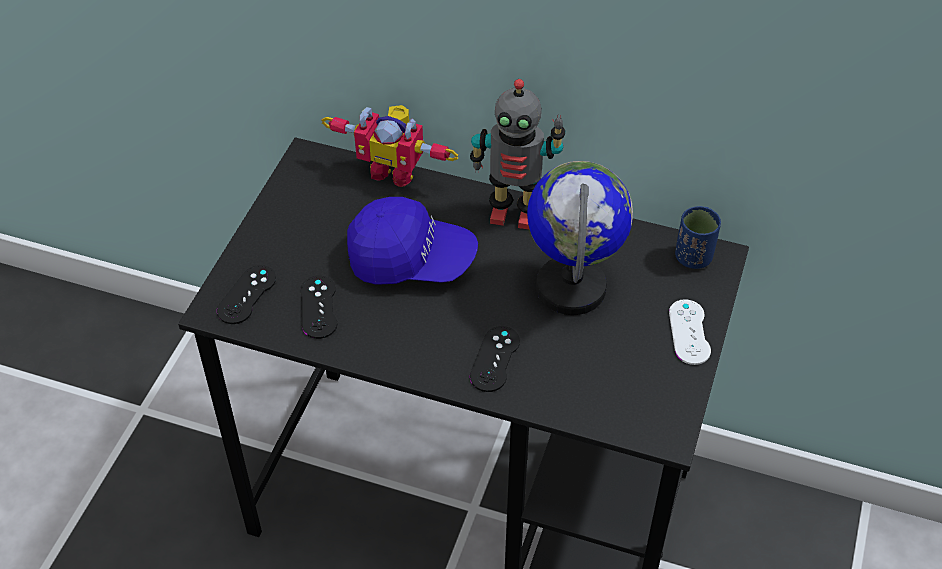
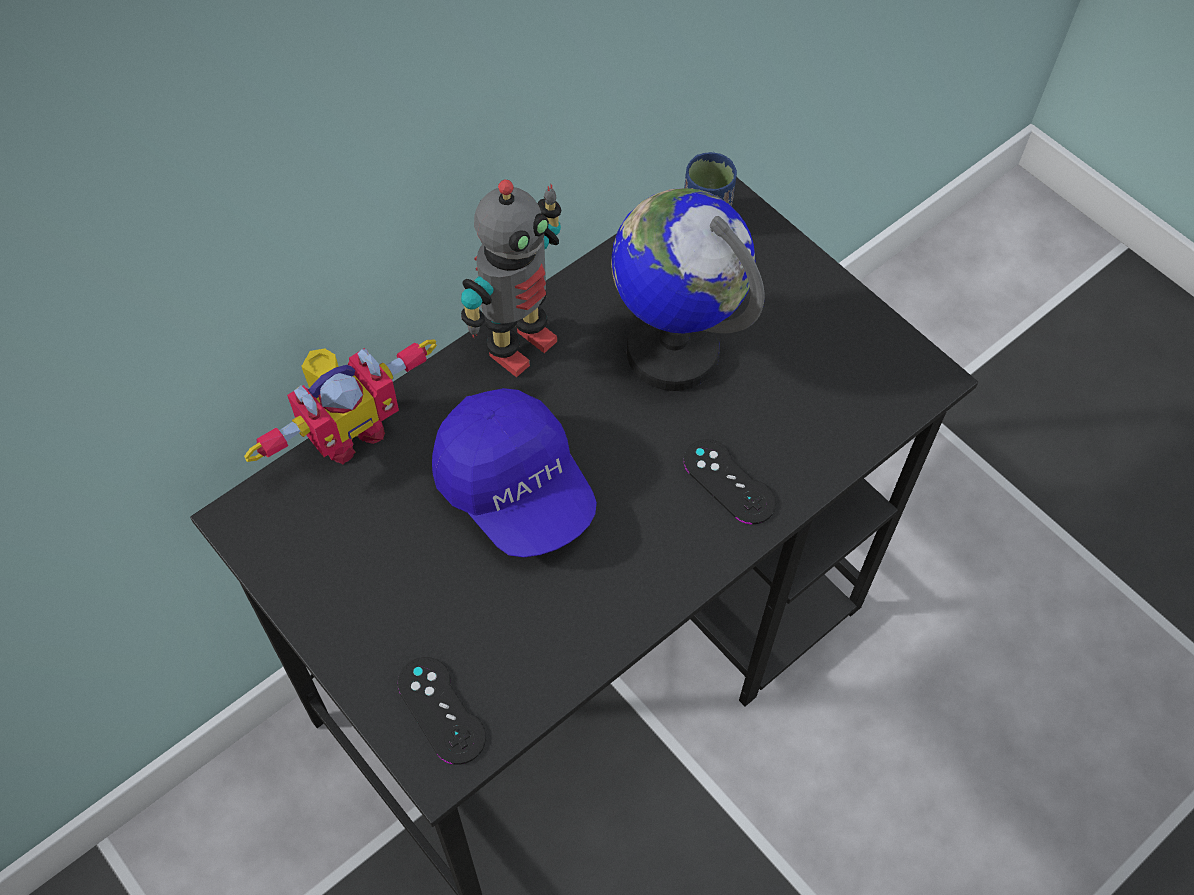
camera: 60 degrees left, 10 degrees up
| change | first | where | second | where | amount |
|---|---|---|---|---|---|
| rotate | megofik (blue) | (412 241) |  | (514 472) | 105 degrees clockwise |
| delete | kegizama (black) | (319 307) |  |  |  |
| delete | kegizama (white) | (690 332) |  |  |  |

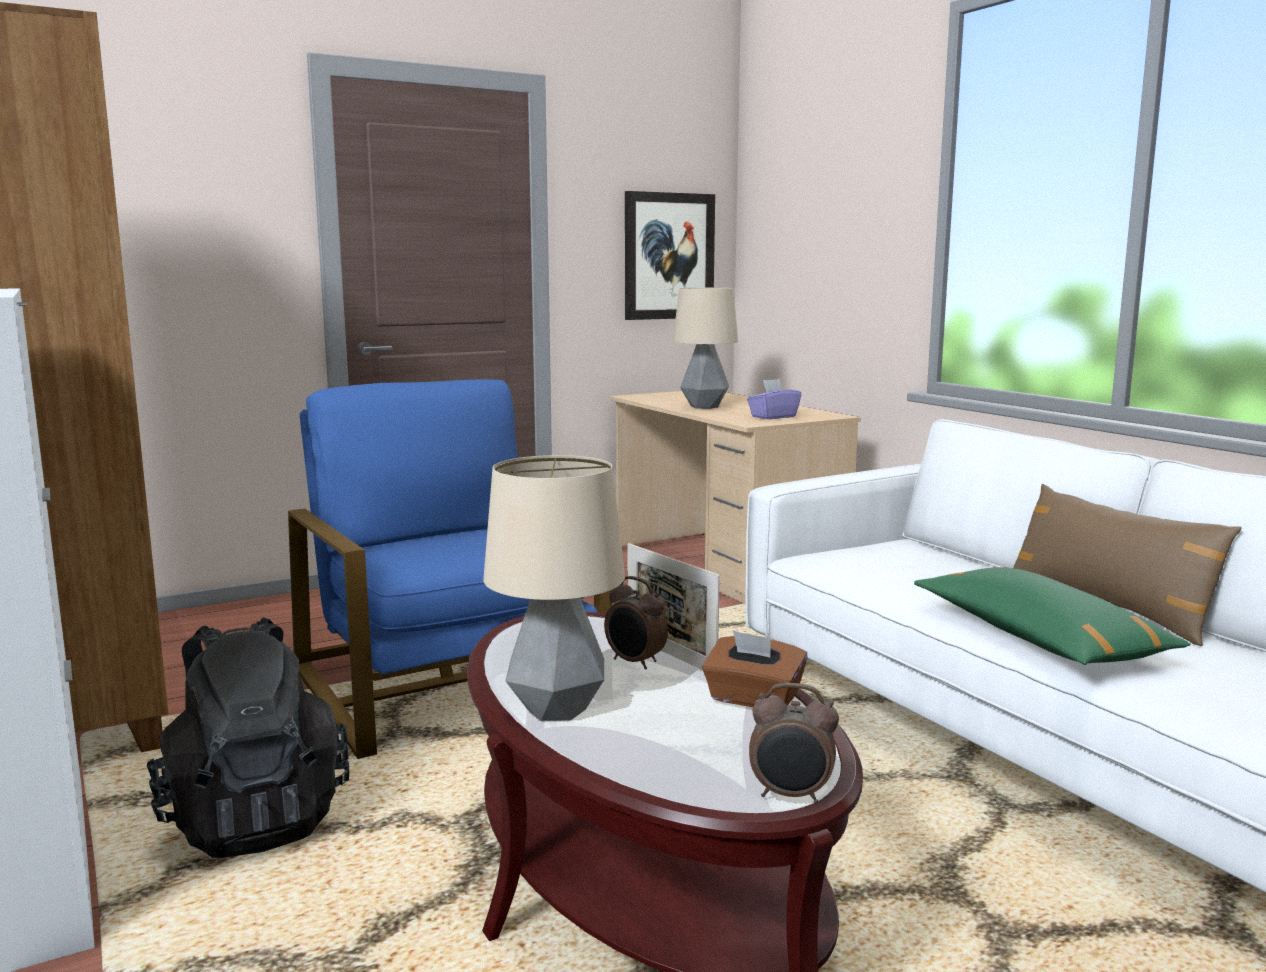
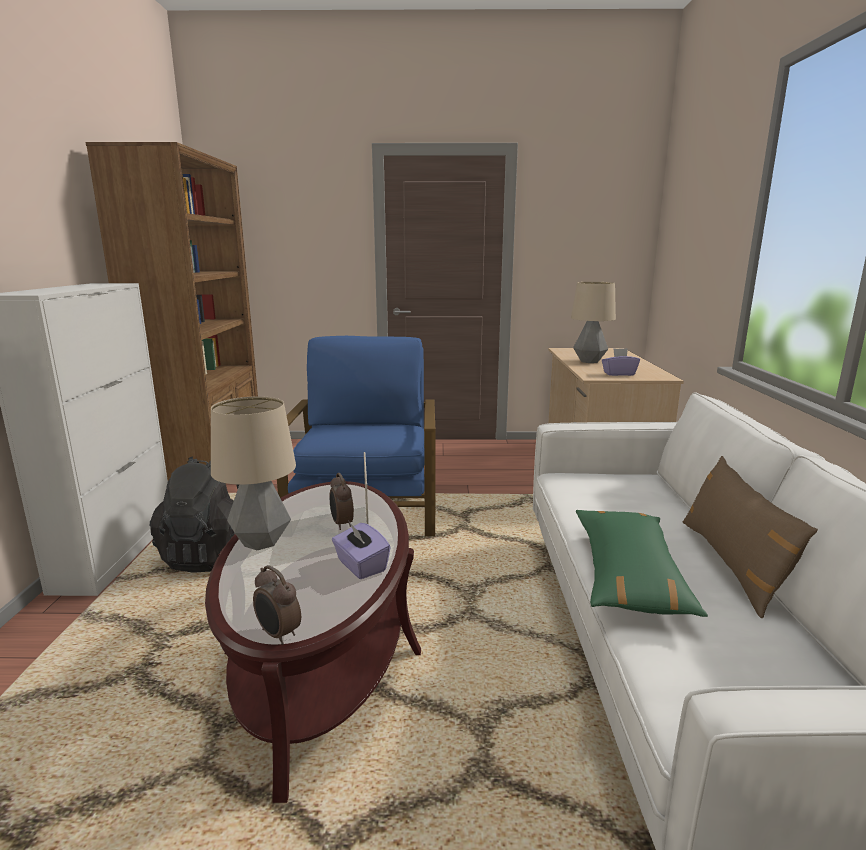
camera: 30 degrees right, 5 degrees up
| change | first | where | second | where | amount |
|---|---|---|---|---|---|
| delete | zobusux | (670 255) |  |  |  |
| recolor | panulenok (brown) | (755 668) | panulenok (purple) | (361 550) |  |

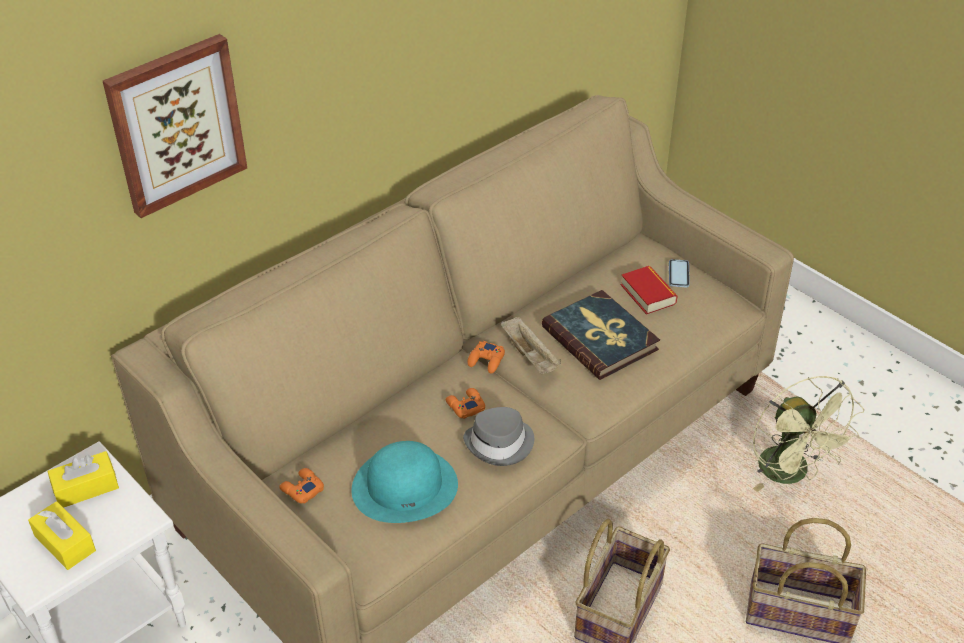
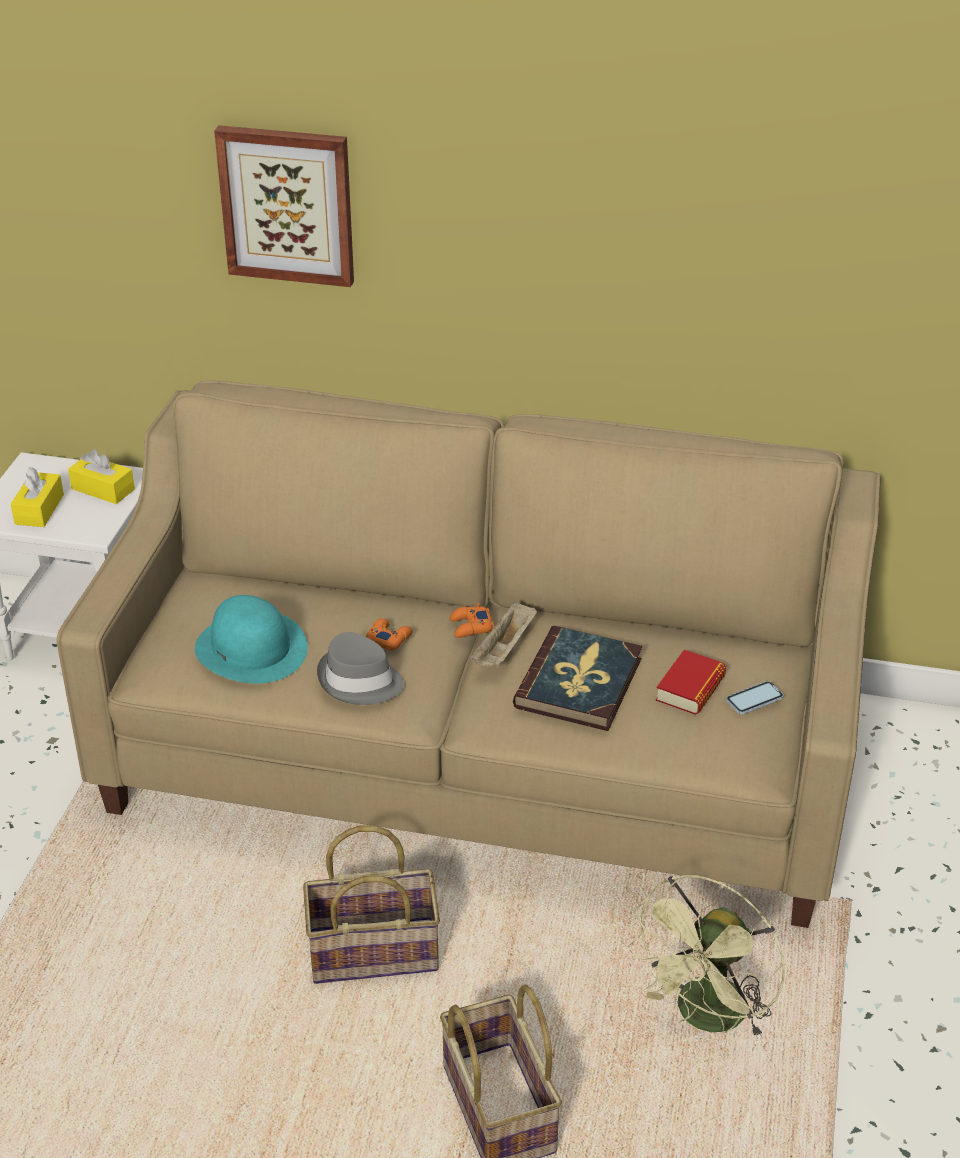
camera: 55 degrees right, 5 degrees down
| change | first | where | second | where | amount |
|---|---|---|---|---|---|
| delete | kegizama (orange) | (301 485) |  |  |  |

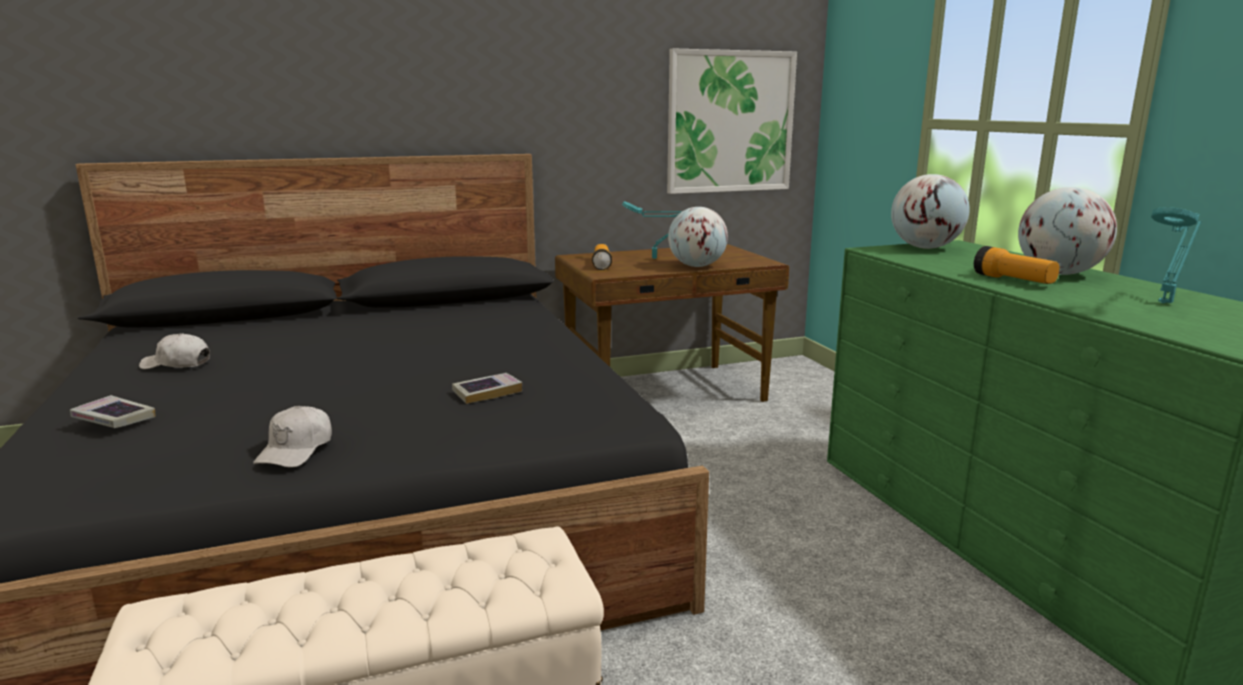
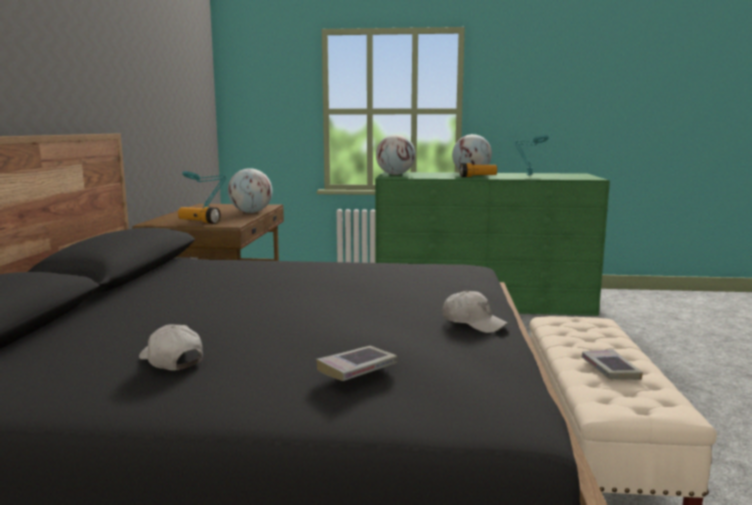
camera: 65 degrees left, 5 degrees down
| change | first | where | second | where | amount |
|---|---|---|---|---|---|
| delete | zobusux | (732 121) |  |  |  |
| rotate | megofik (white) | (174 351) |  | (171 347) | 105 degrees clockwise |
| move | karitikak | (487 388) |  | (612 364) |  |

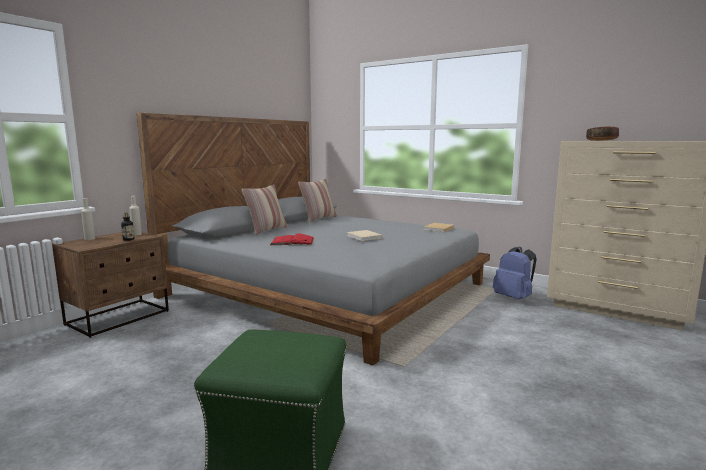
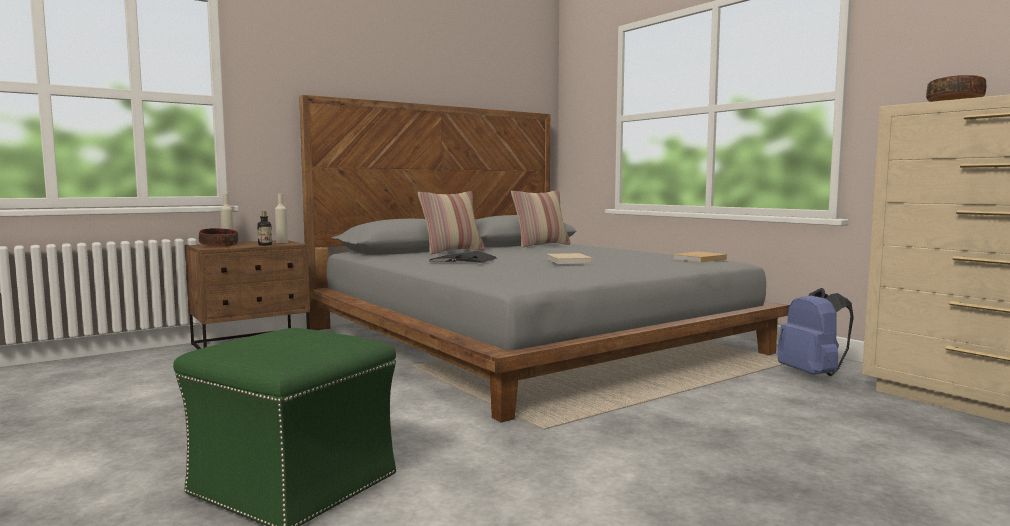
camera: 20 degrees right, 5 degrees down
| change | first | where | second | where | amount |
|---|---|---|---|---|---|
| recolor | karitikak (red) | (292 239) | karitikak (black) | (463 257) |  |
| insert |  |  | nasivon | (218 237) |  |

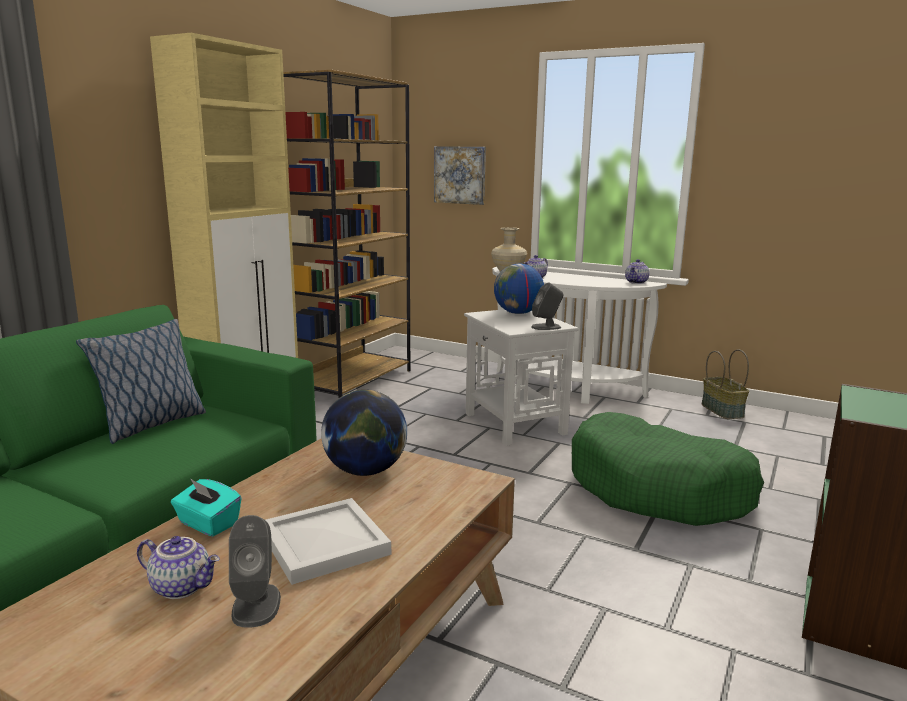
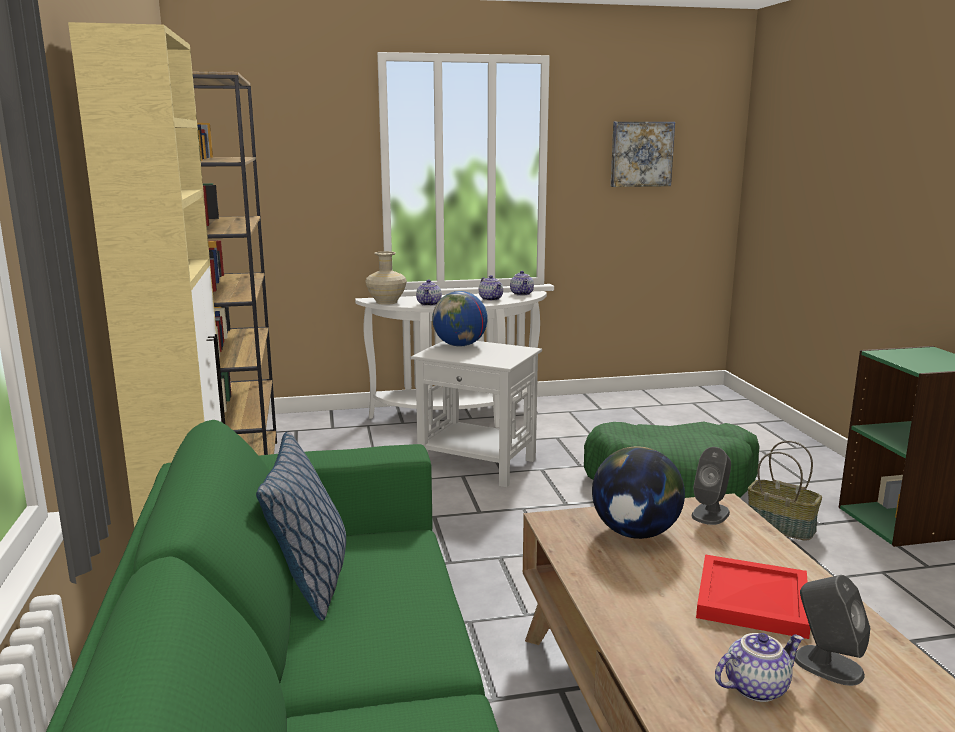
camera: 40 degrees left, 0 degrees up
| change | first | where | second | where | amount |
|---|---|---|---|---|---|
| move | zobusux | (460 175) |  | (643 154) |  |
| move | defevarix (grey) | (548 306) |  | (711 486) |  |
| move | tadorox | (725 384) |  | (785 491) |  |
| delete | panulenok (turquoise) | (206 507) |  |  |  |
| recolor | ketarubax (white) | (328 541) | ketarubax (red) | (753 596) |  |
| insert |  |  | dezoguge | (491 288) |  |

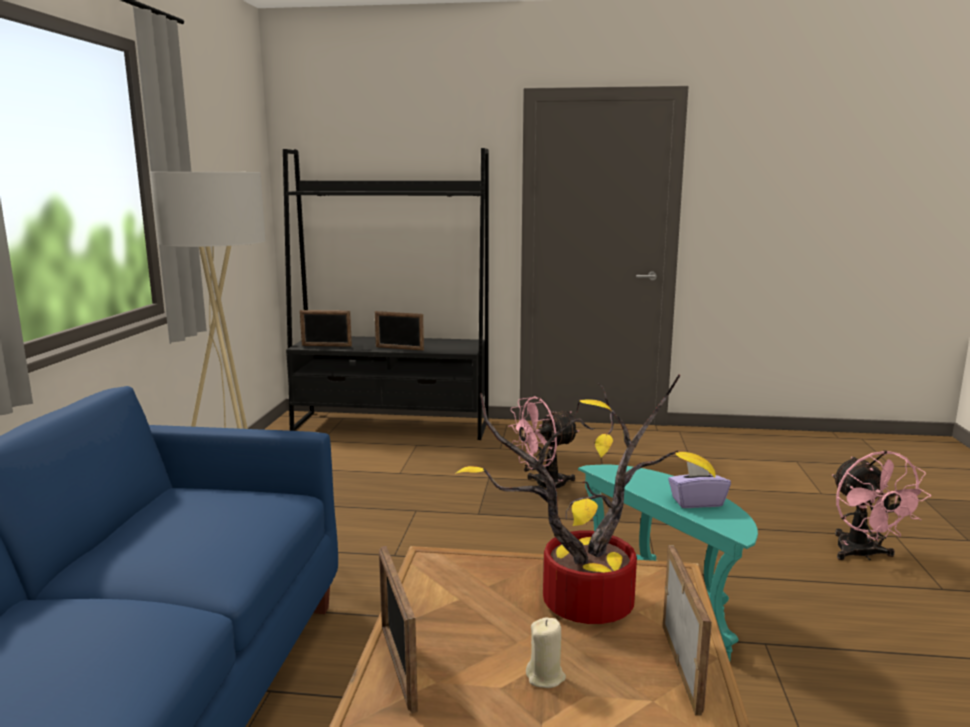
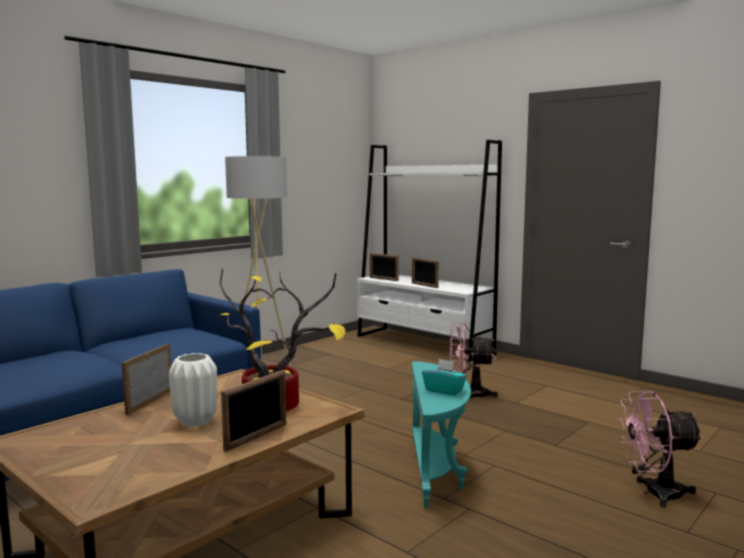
camera: 35 degrees right, 5 degrees down
| change | first | where | second | where | amount |
|---|---|---|---|---|---|
| recolor | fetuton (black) | (386 294) | fetuton (white) | (429 251) |  |
| rotate | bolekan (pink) | (881 505) |  | (660 449) | 60 degrees clockwise |
| recolor | panulenok (purple) | (699 484) | panulenok (turquoise) | (444 377) |  |
| replace | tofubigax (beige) | (546 652) | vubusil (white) | (193 390) |  |

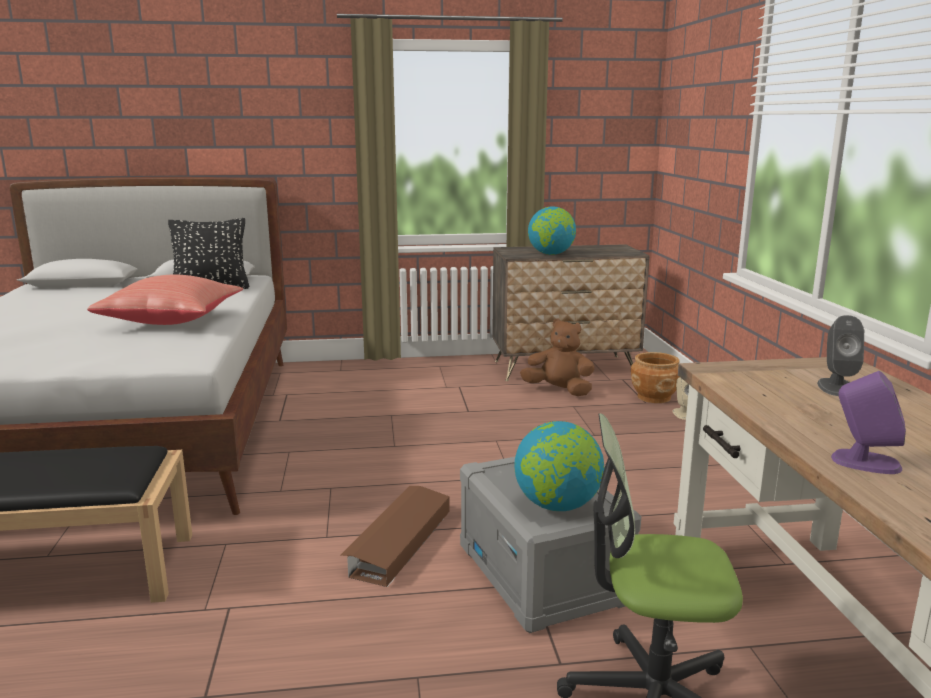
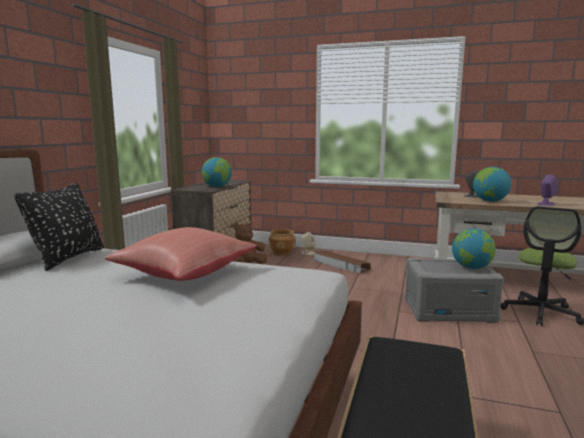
camera: 65 degrees left, 5 degrees down
| change | first | where | second | where | amount |
|---|---|---|---|---|---|
| move | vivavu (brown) | (395 536) |  | (342 262) |  |
| insert |  |  | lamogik | (492 184) |  |

